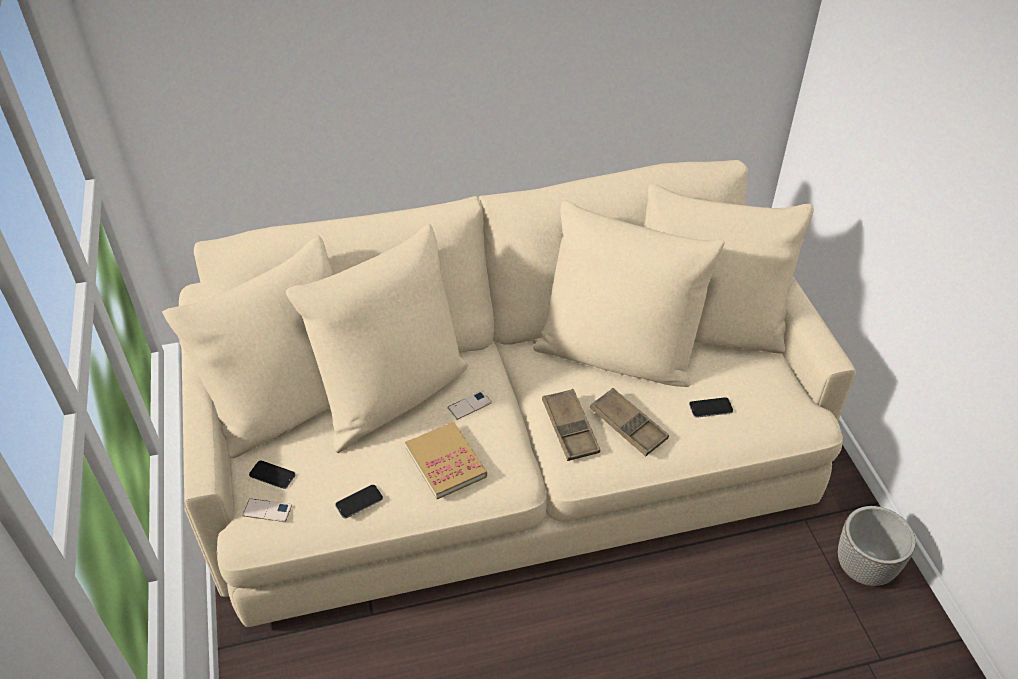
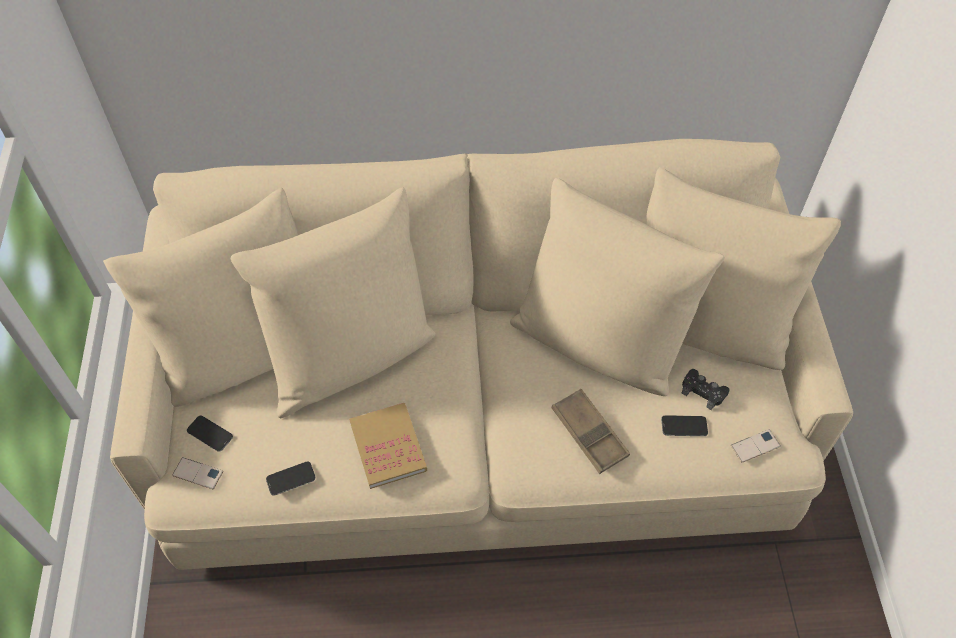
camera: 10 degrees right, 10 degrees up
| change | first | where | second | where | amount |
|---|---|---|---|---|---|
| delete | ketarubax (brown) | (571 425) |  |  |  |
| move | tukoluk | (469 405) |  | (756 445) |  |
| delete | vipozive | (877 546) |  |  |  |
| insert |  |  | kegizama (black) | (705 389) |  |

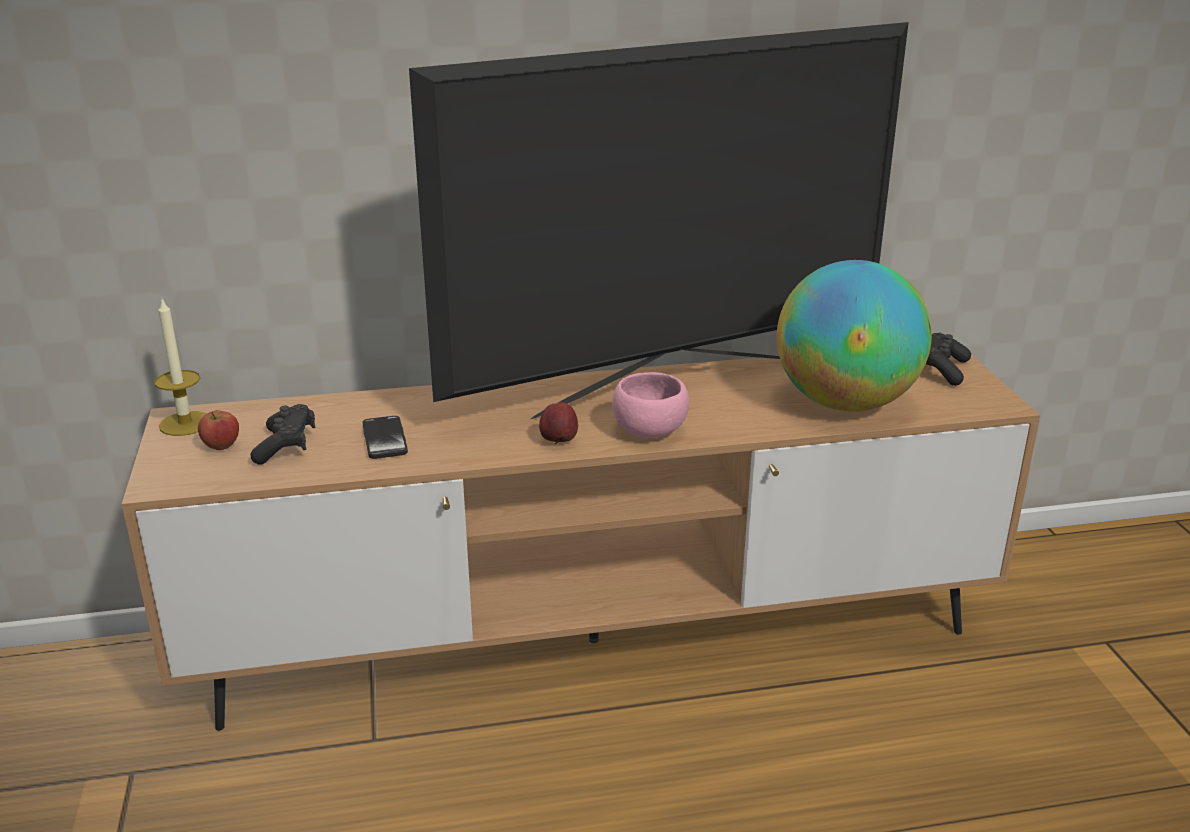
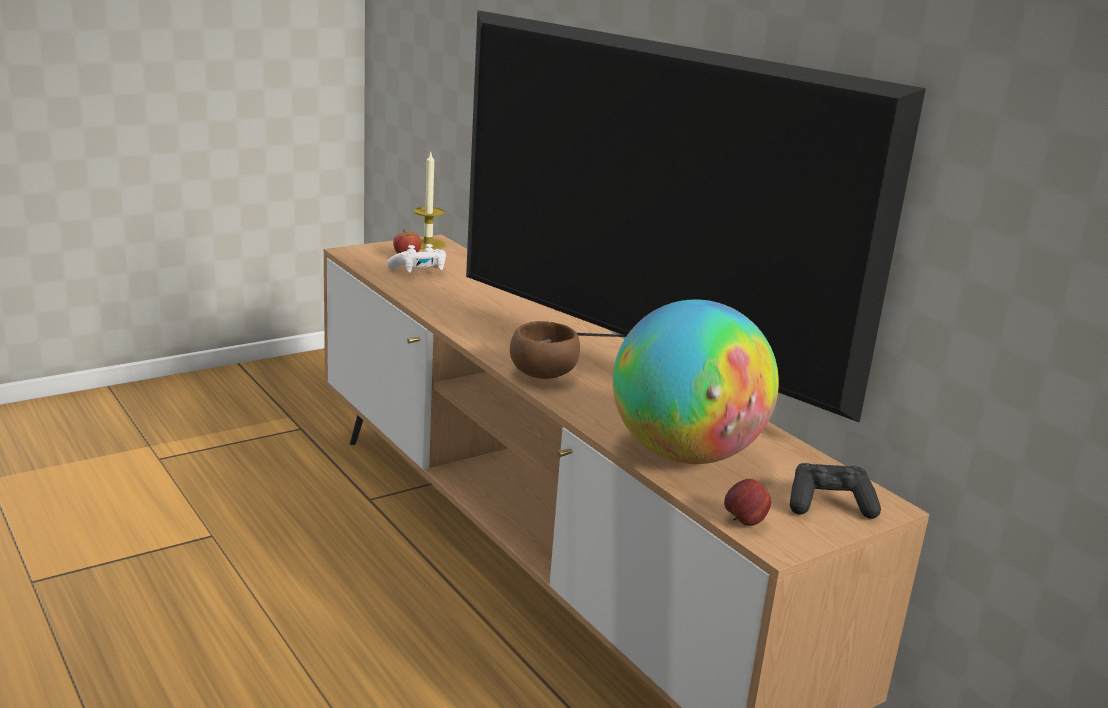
camera: 65 degrees right, 5 degrees down
| change | first | where | second | where | amount |
|---|---|---|---|---|---|
| recolor | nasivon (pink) | (650 405) | nasivon (brown) | (545 350) |  |
| move | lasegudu | (558 423) |  | (747 502) |  |
| recolor | kegizama (black) | (283 434) | kegizama (white) | (416 258) |  |
| delete | tukoluk | (385 437) |  |  |  |

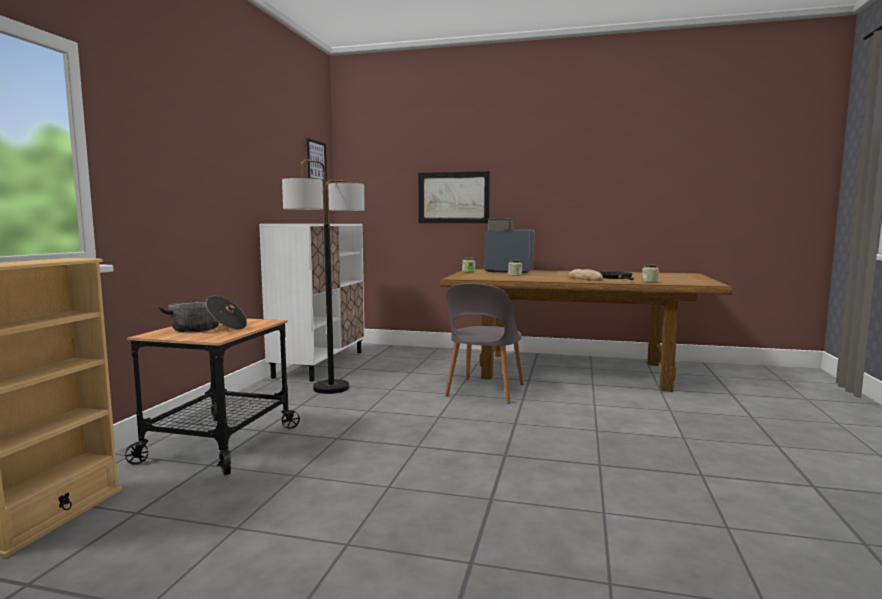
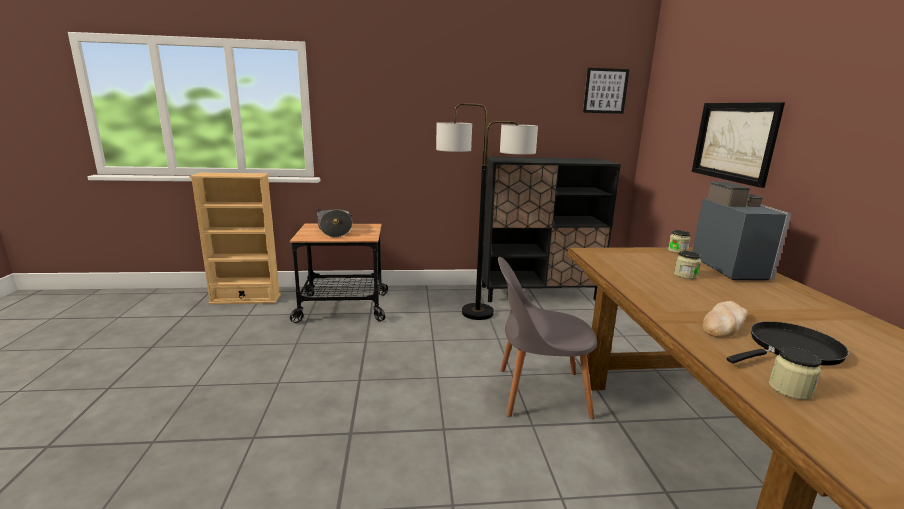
camera: 70 degrees right, 10 degrees up
| change | first | where | second | where | amount |
|---|---|---|---|---|---|
| recolor | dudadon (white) | (312 303) | dudadon (black) | (551 229) |  |

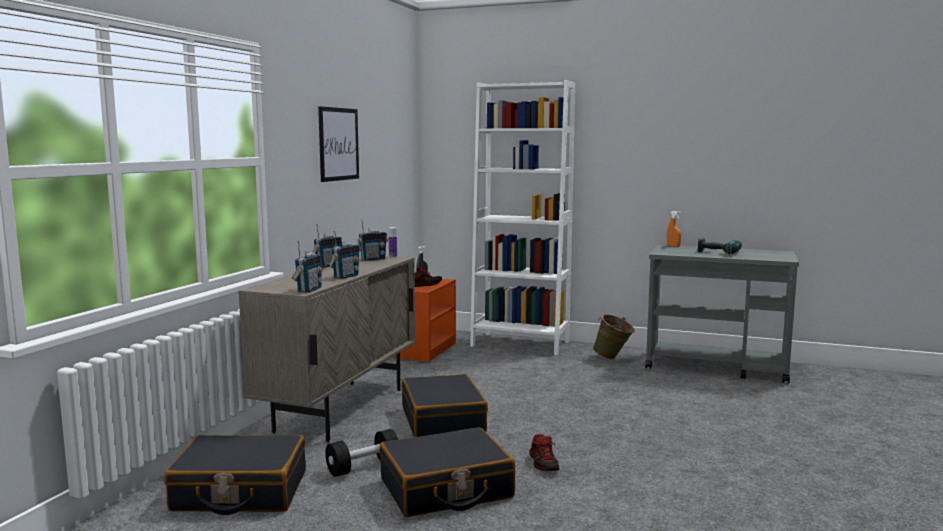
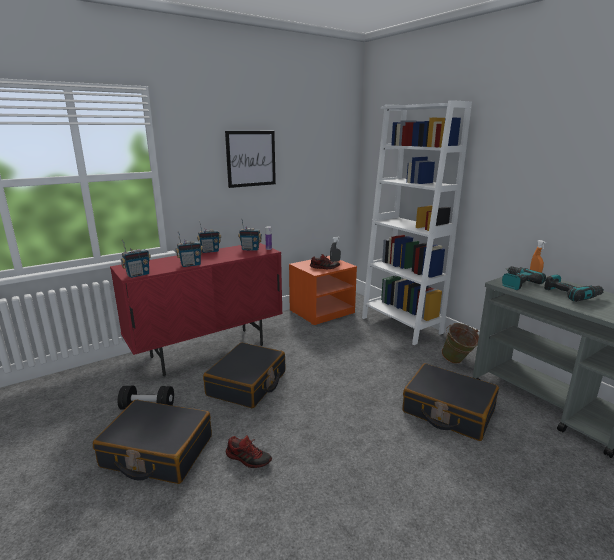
camera: 35 degrees right, 10 degrees up
| change | first | where | second | where | amount |
|---|---|---|---|---|---|
| recolor | dudadon (beige) | (327 348) | dudadon (red) | (196 310) |  |
| rotate | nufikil | (544 452) |  | (249 451) | 90 degrees counterclockwise |
| move | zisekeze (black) | (235 475) |  | (450 402) |  |
| insert |  |  | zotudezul | (524 278) |  |

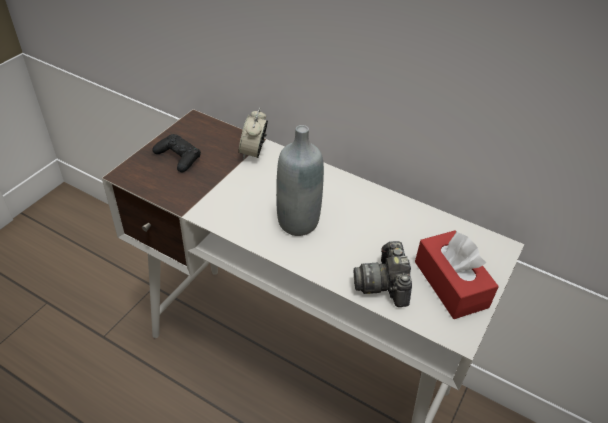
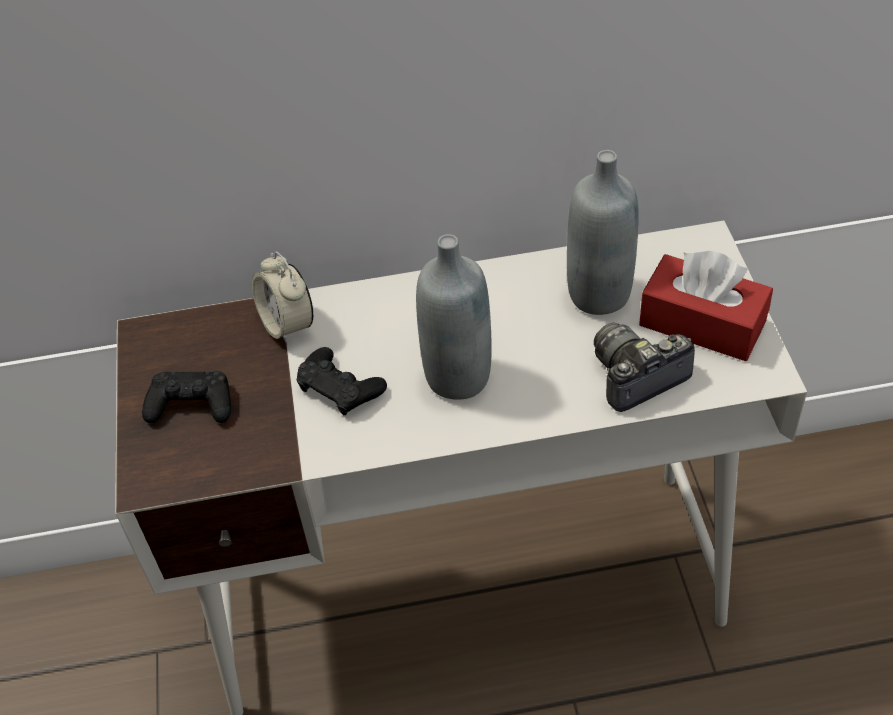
camera: 35 degrees left, 5 degrees up
| change | first | where | second | where | amount |
|---|---|---|---|---|---|
| rotate | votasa | (383 274) |  | (644 367) | 105 degrees clockwise |
| insert |  |  | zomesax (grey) | (603 232) |  |
| insert |  |  | kegizama (black) | (342 381) |  |

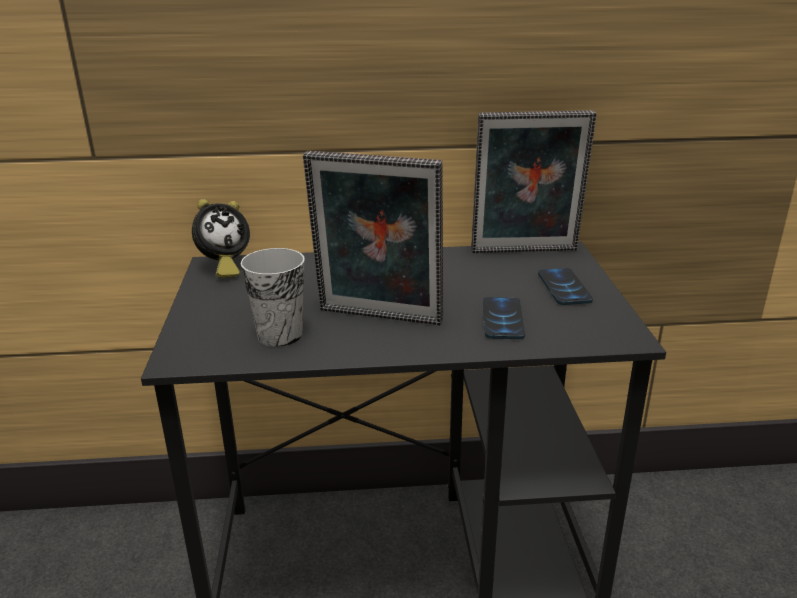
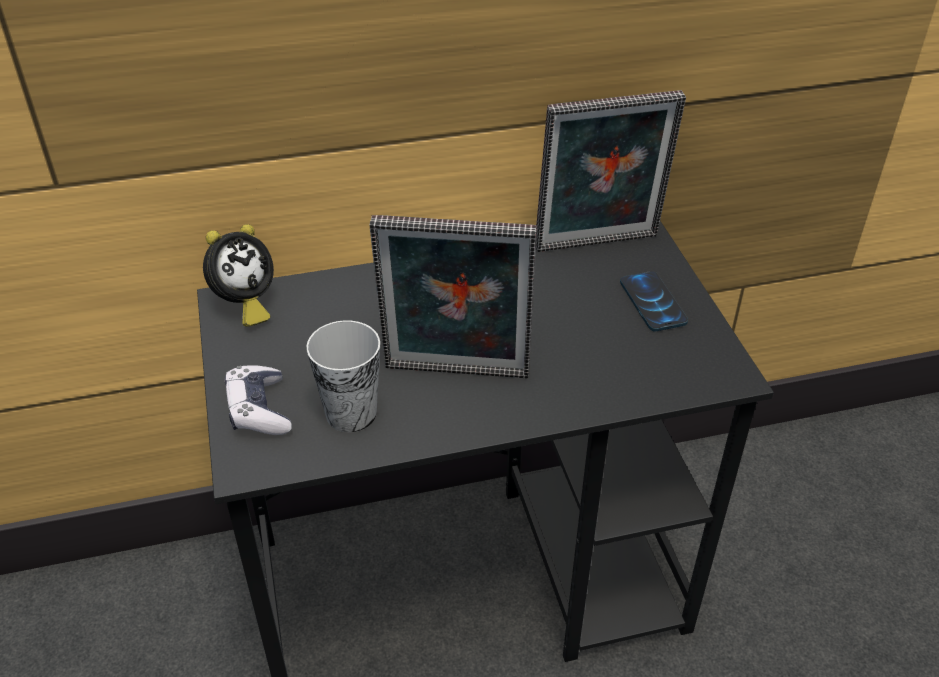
camera: 10 degrees left, 15 degrees up
| change | first | where | second | where | amount |
|---|---|---|---|---|---|
| delete | tukoluk | (504 318) |  |  |  |
| insert |  |  | kegizama | (258 400) |  |

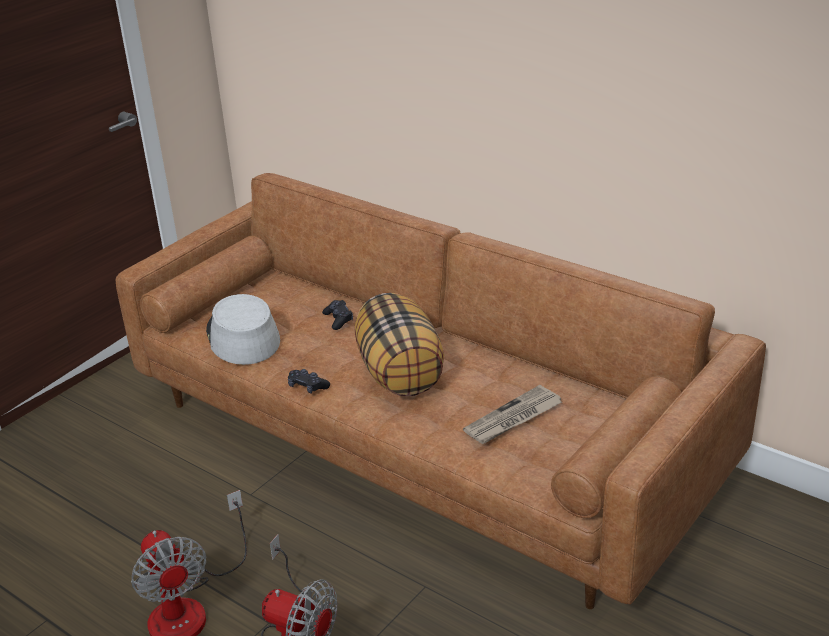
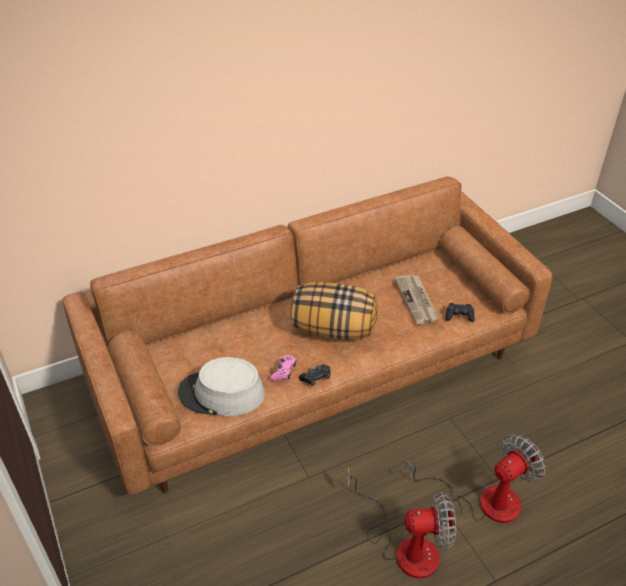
camera: 65 degrees left, 10 degrees up
| change | first | where | second | where | amount |
|---|---|---|---|---|---|
| move | kegizama (black) | (337 315) |  | (460 312) |  |
| insert |  |  | kegizama (pink) | (283 368) |  |

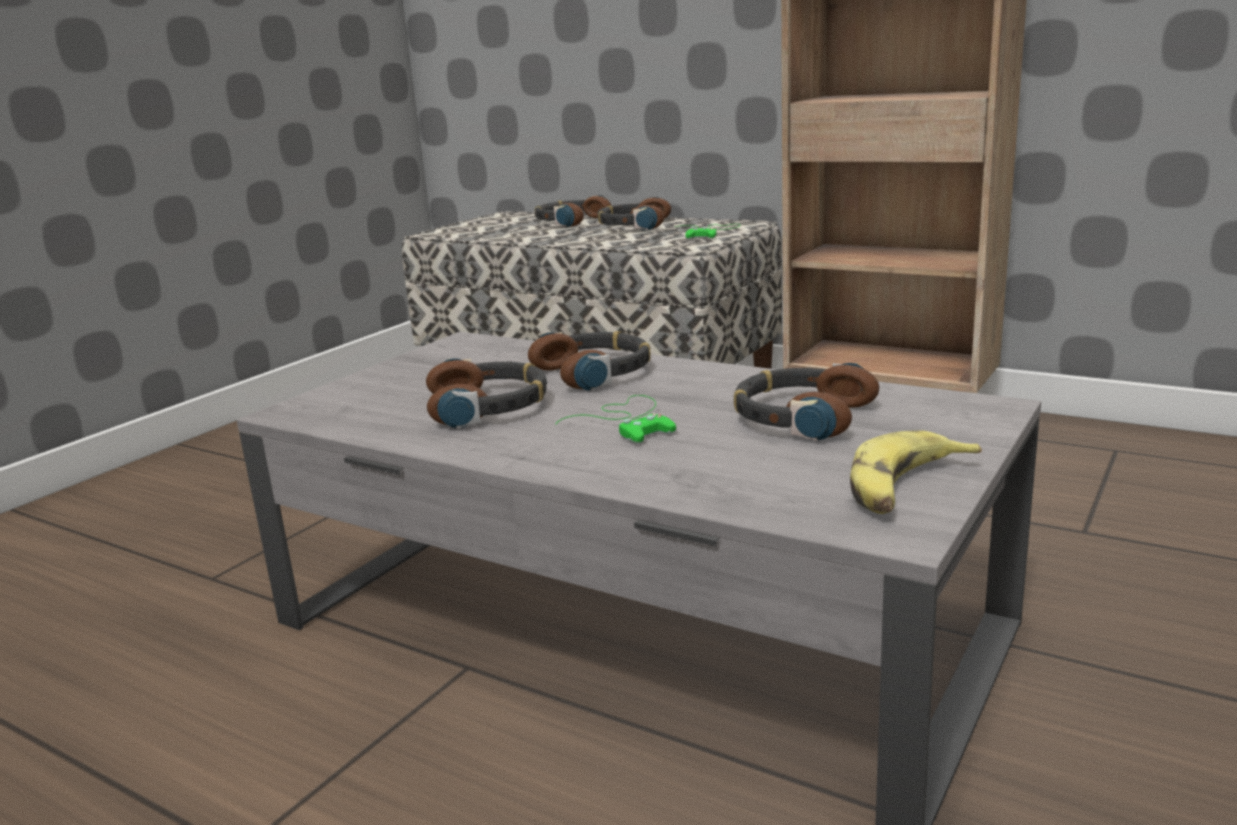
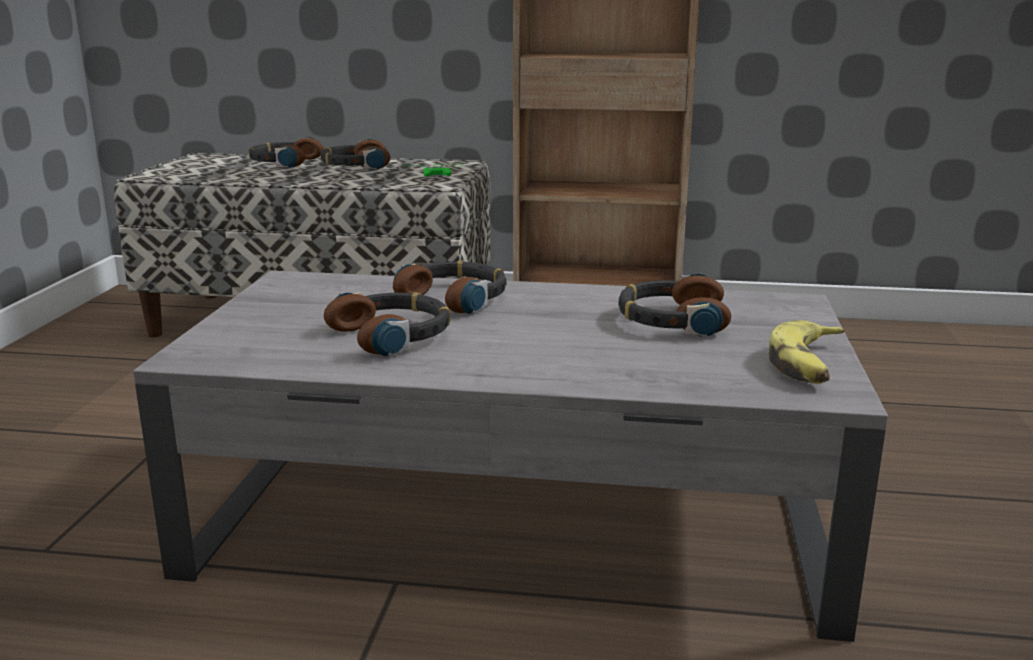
camera: 25 degrees left, 0 degrees up
| change | first | where | second | where | amount |
|---|---|---|---|---|---|
| delete | kegizama (green) | (615 419) |  |  |  |

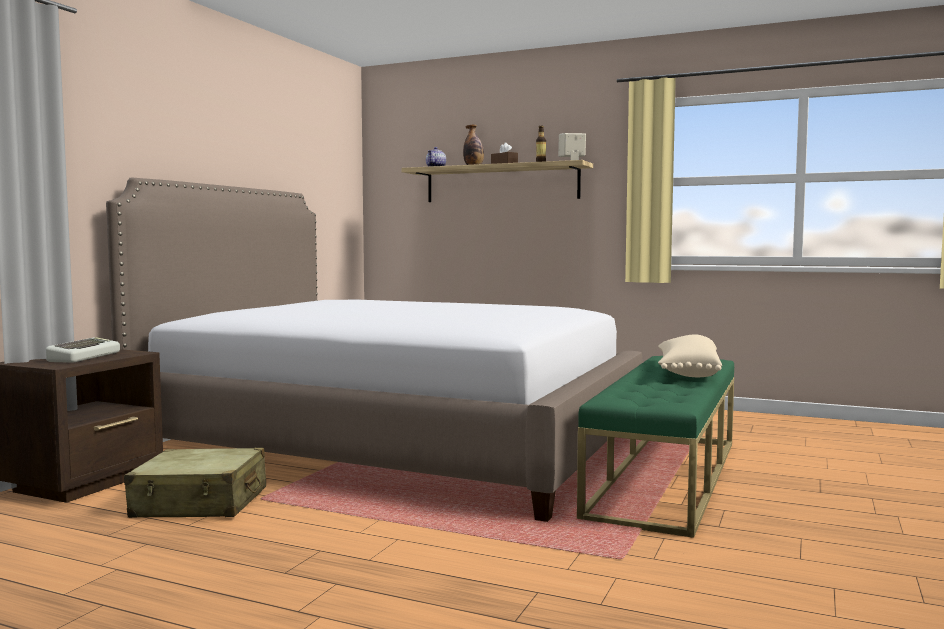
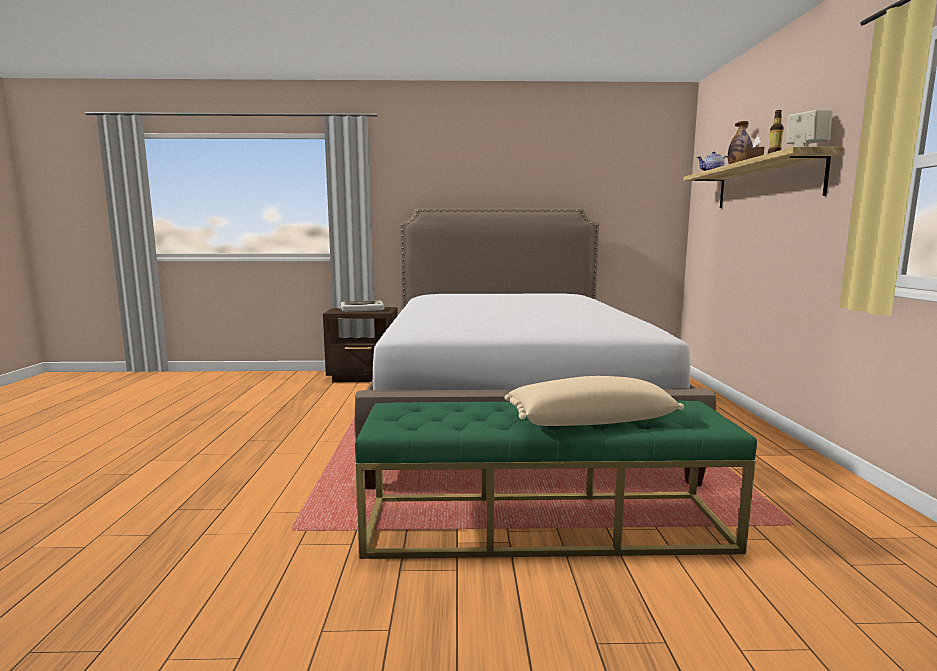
camera: 65 degrees right, 5 degrees up
| change | first | where | second | where | amount |
|---|---|---|---|---|---|
| delete | zisekeze (beige) | (195 483) |  |  |  |

